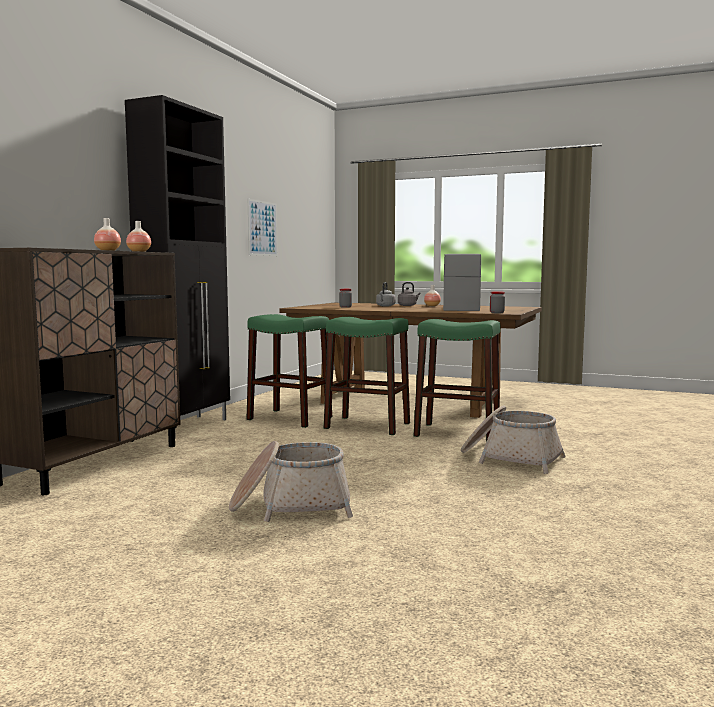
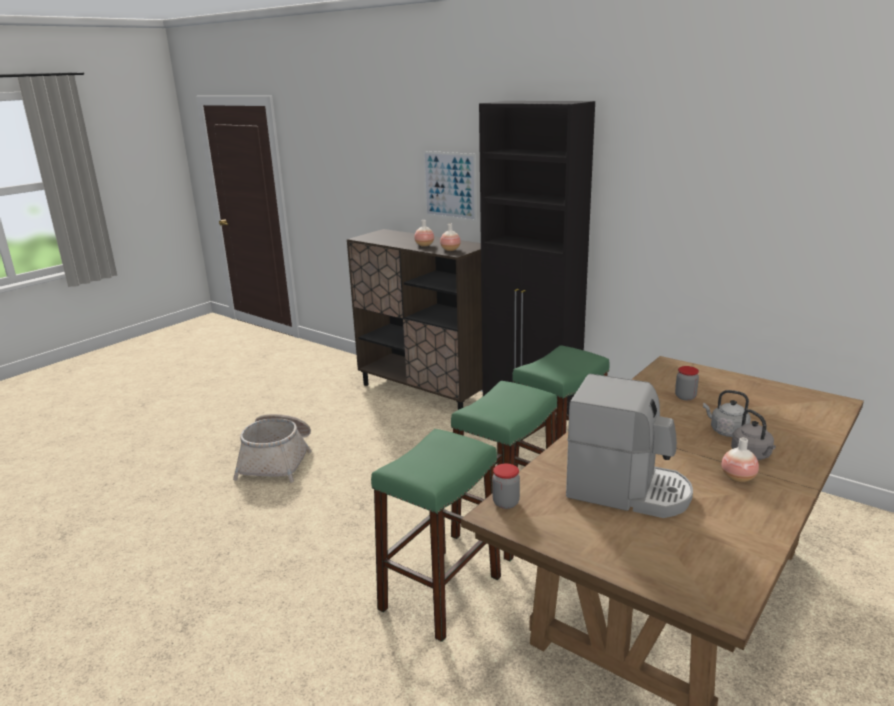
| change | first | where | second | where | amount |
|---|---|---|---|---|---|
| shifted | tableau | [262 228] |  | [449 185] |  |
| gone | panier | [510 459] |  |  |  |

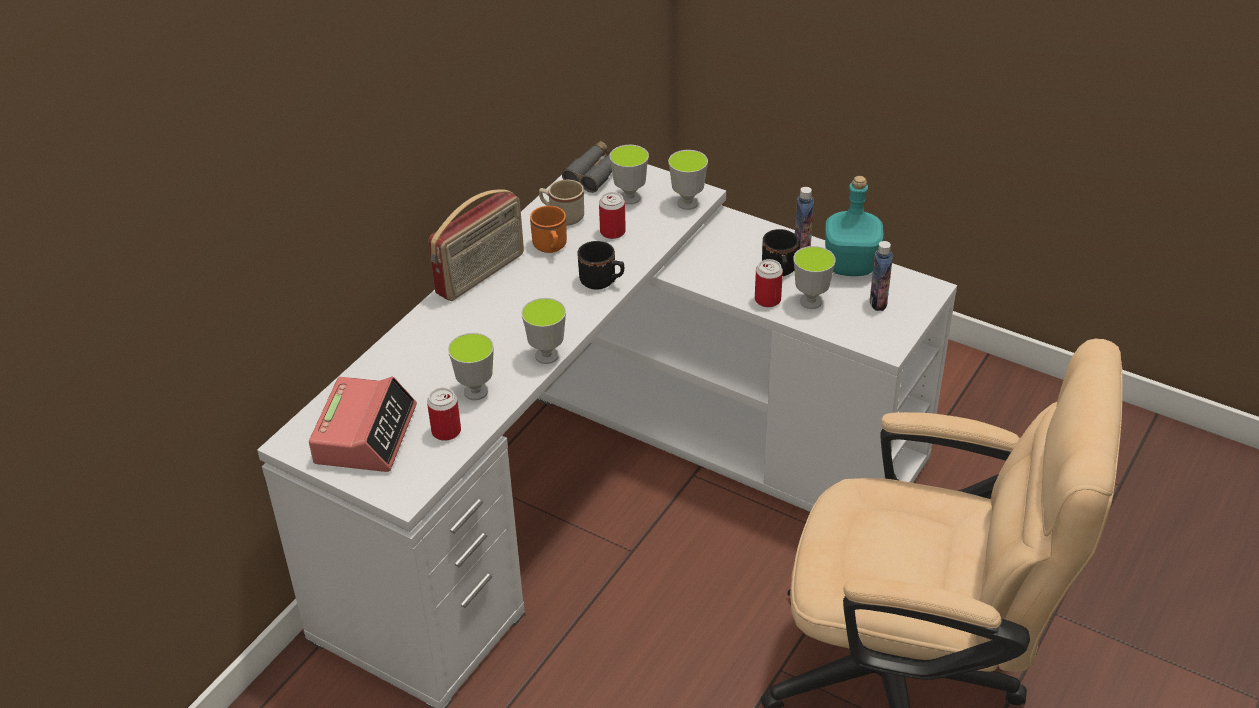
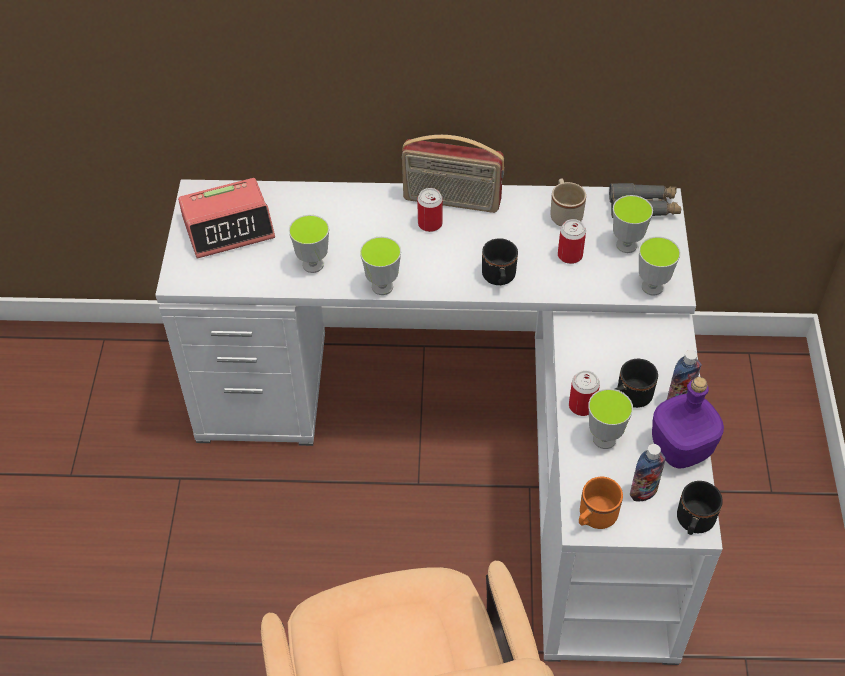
| change | first | where | second | where | amount |
|---|---|---|---|---|---|
| shifted | boîte métallique | [446 431] |  | [430 224] |  |
| shifted | mug [orange] | [551 247] |  | [594 518] |  |
| repainted | bouteille [turquoise] | [851 267] | bouteille [violet] | [679 450] |  |
| new |  |  | mug [noir] | [693 523] |  |

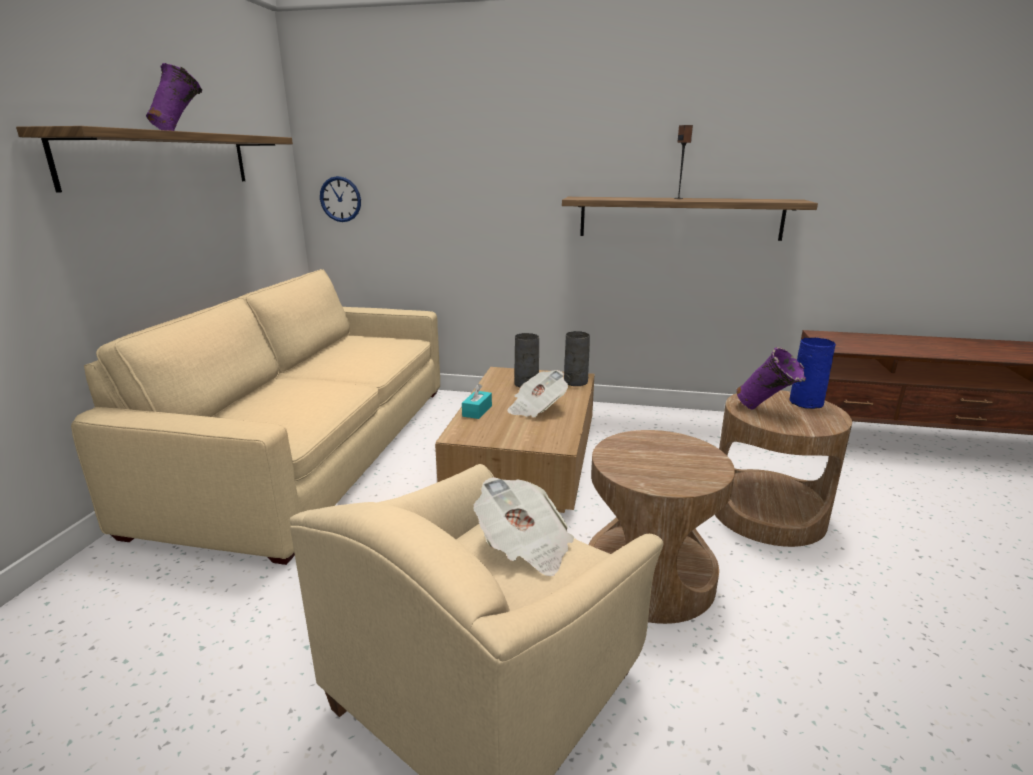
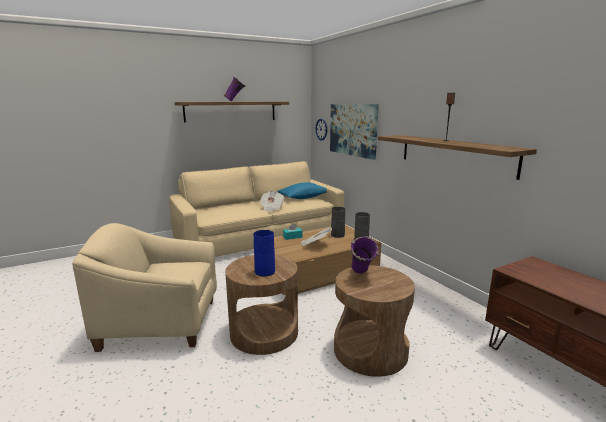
| change | first | where | second | where | amount |
|---|---|---|---|---|---|
| shifted | vase [bleu] | [807 402] |  | [265 272] |  |
| shifted | journal | [524 546] |  | [271 208] |  |
| new |  |  | coussin [bleu] | [303 198] |  |
| new |  |  | tableau | [353 130] |  |

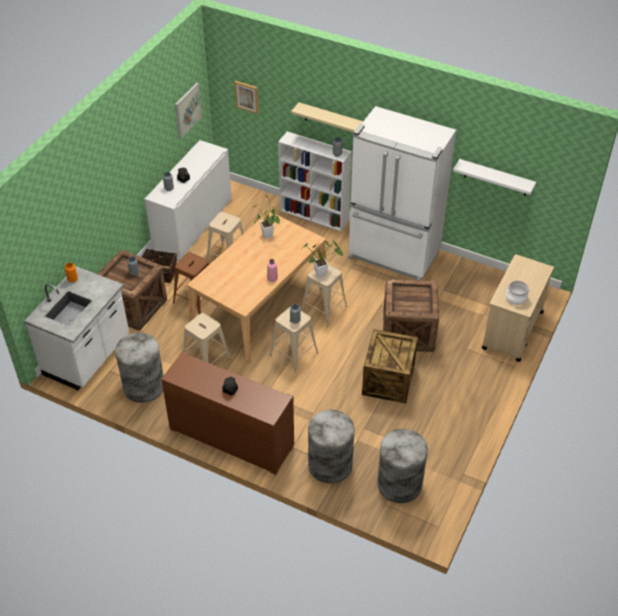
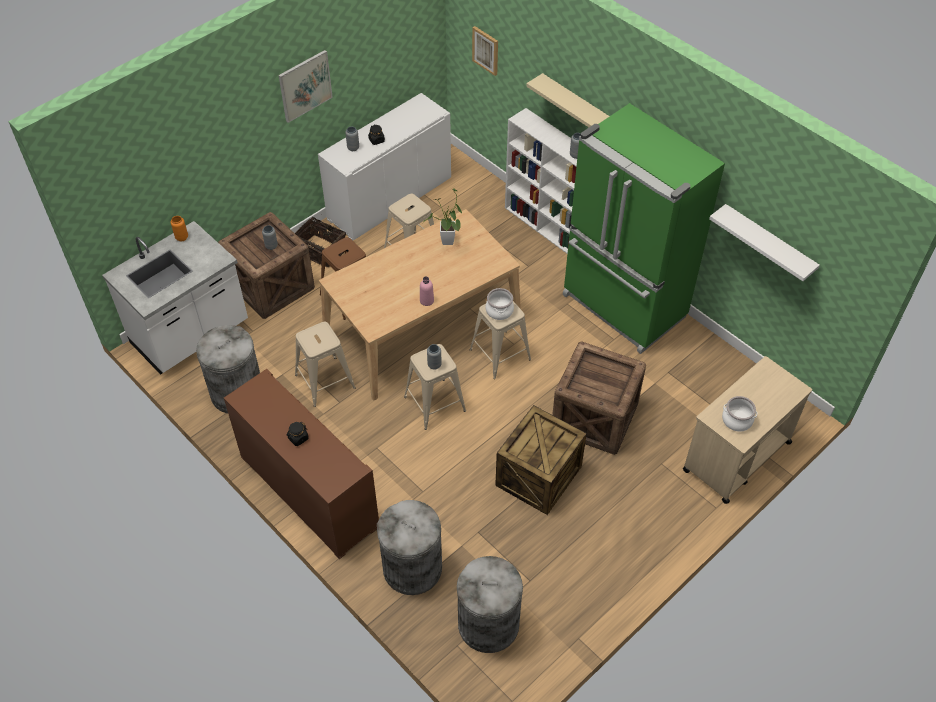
| change | first | where | second | where | amount |
|---|---|---|---|---|---|
| shifted | tableau | [187 110] |  | [305 85] |  |
| swapped | plante en pot | [323 273] | marmite | [499 311] |  |
| repainted | réfrigérateur [blanc] | [393 256] | réfrigérateur [vert] | [622 307] |  |

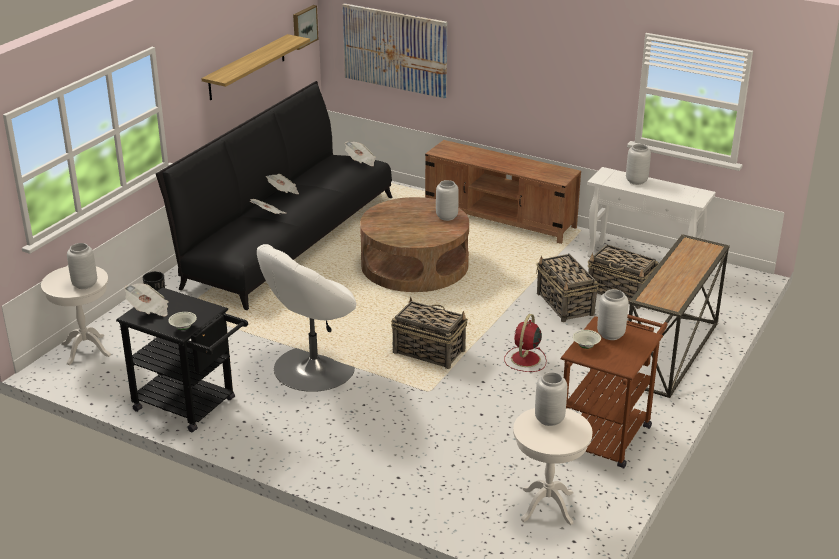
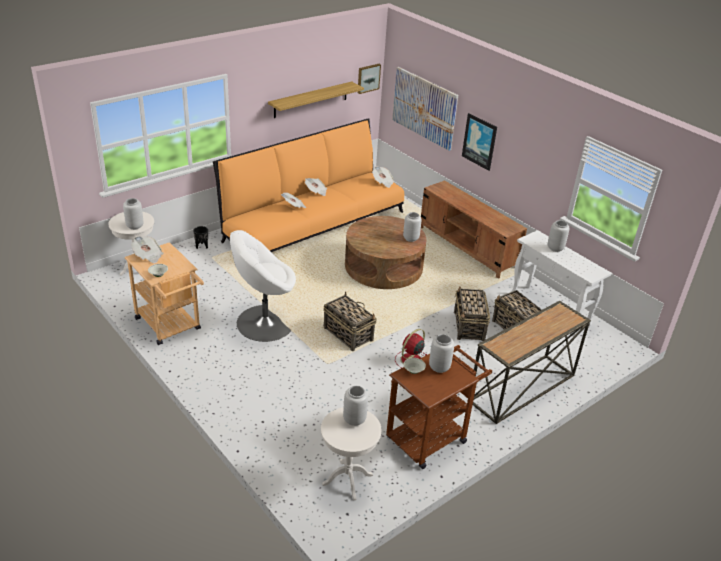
| change | first | where | second | where | amount |
|---|---|---|---|---|---|
| repainted | chariot [noir] | [191 406] | chariot [beige] | [171 327] |  |
| repainted | canapé [noir] | [287 238] | canapé [orange] | [313 224] |  |
| new |  |  | tableau | [479 141] |  |

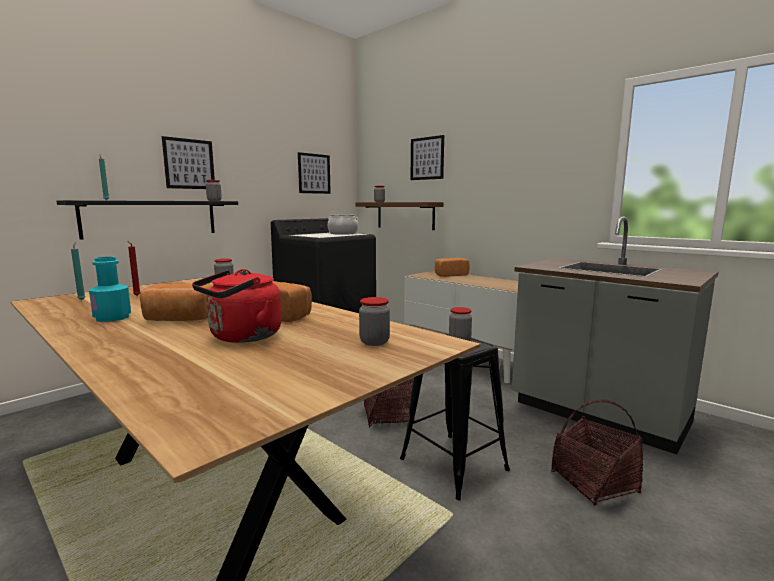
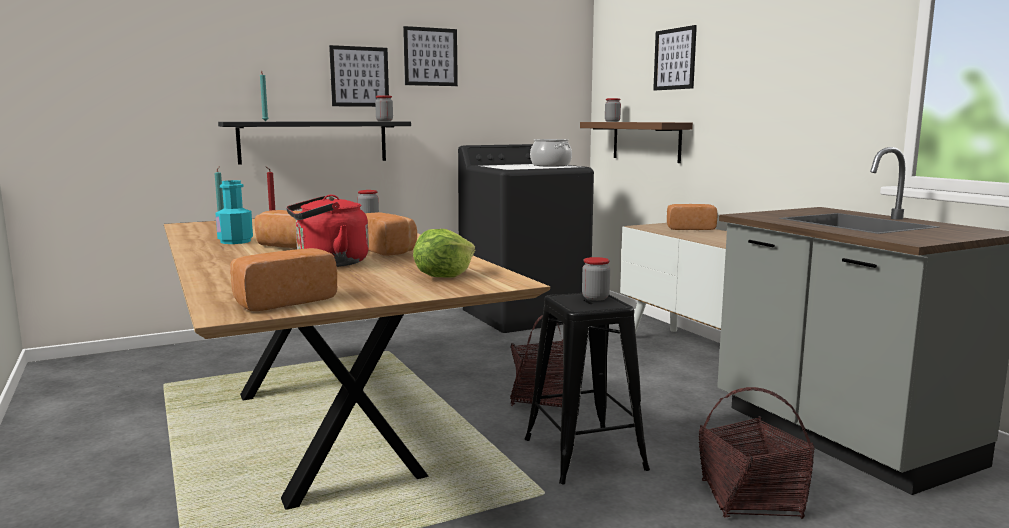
| change | first | where | second | where | amount |
|---|---|---|---|---|---|
| new |  |  | pain | [282 301] |  |
| shifted | tableau | [314 173] |  | [430 57] |  |
| swapped | bocal | [374 342] | laitue | [443 276] |  |

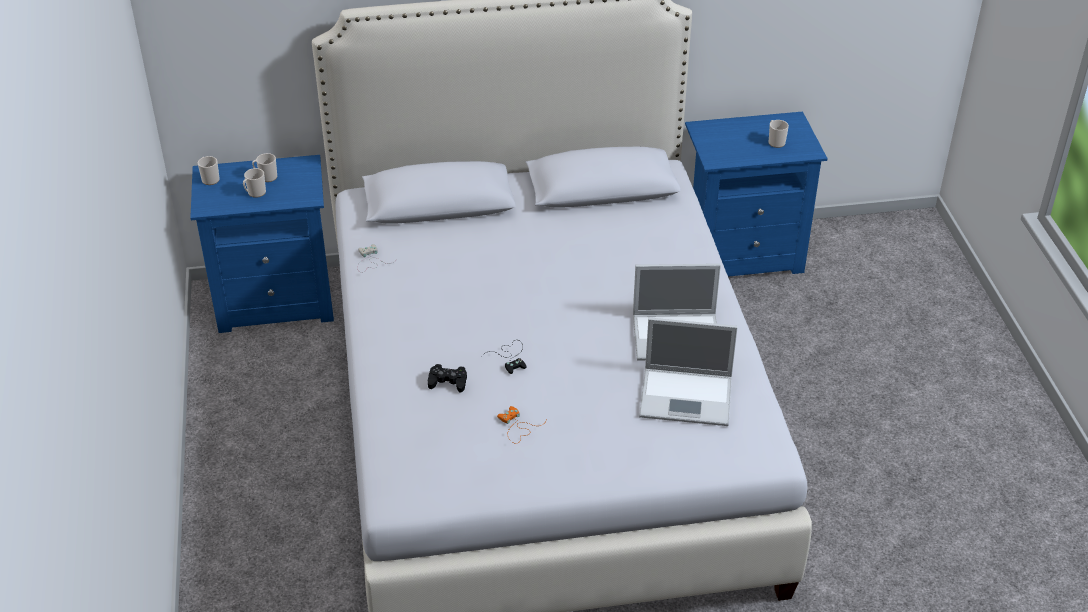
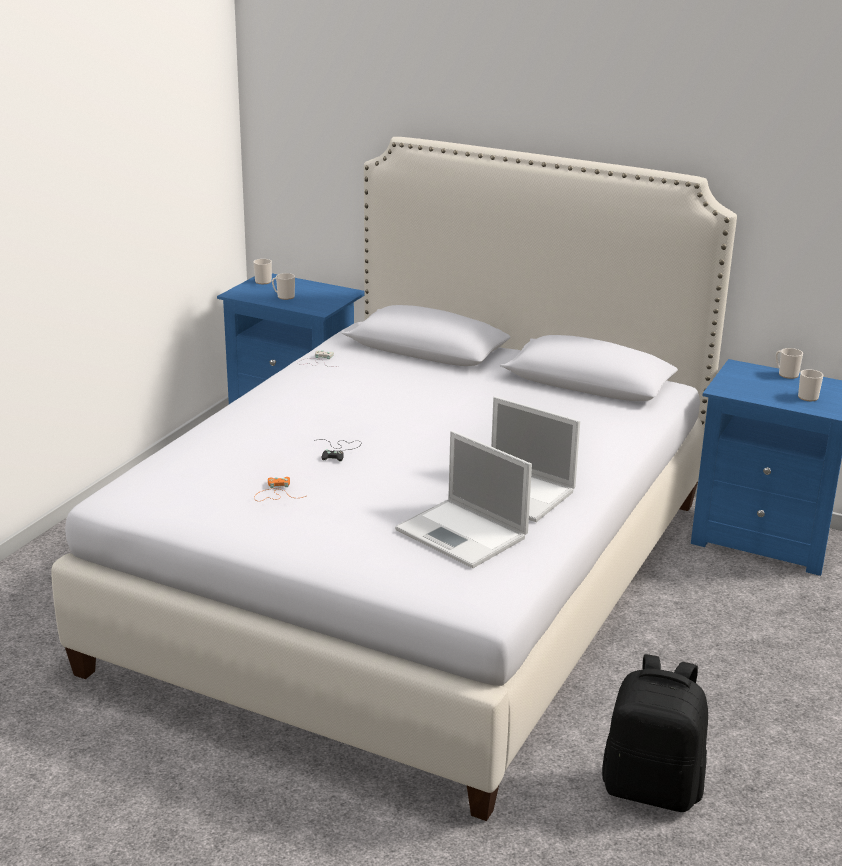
| change | first | where | second | where | amount |
|---|---|---|---|---|---|
| new |  |  | sac à dos [noir] | [652 788] |  |
| shifted | mug | [266 177] |  | [786 374] |  |
| gone | manette [noir] | [448 382] |  |  |  |

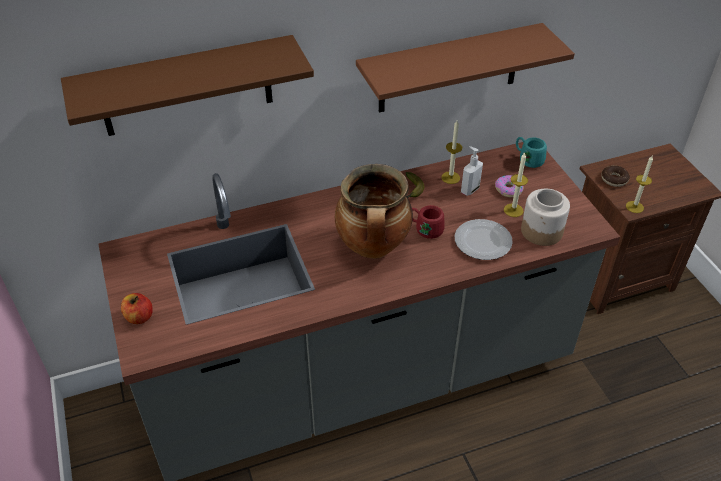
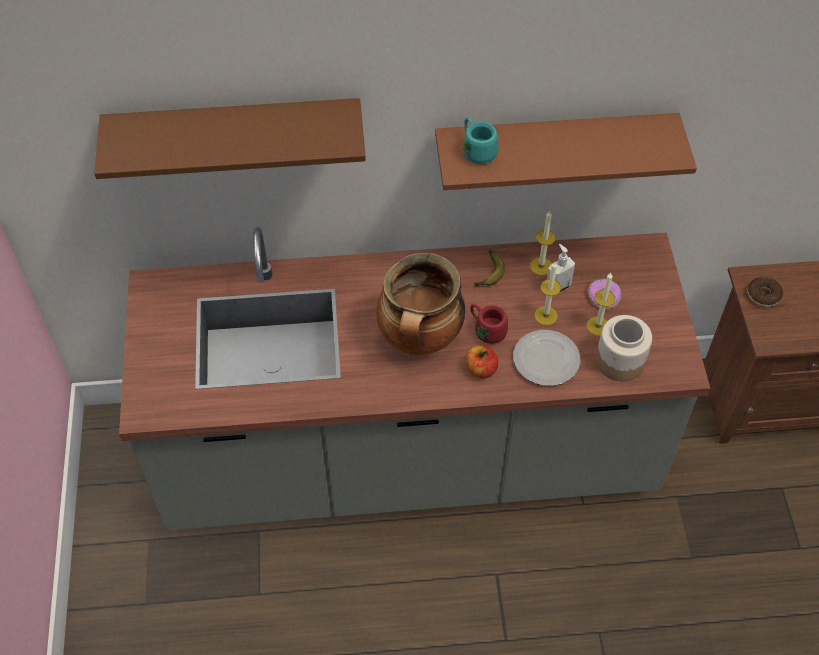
| change | first | where | second | where | amount |
|---|---|---|---|---|---|
| shifted | mug [turquoise] | [528 159] |  | [476 150] |  |
| shifted | pomme | [139 317] |  | [481 369] |  |
| shifted | bougie | [634 207] |  | [545 315] |  |

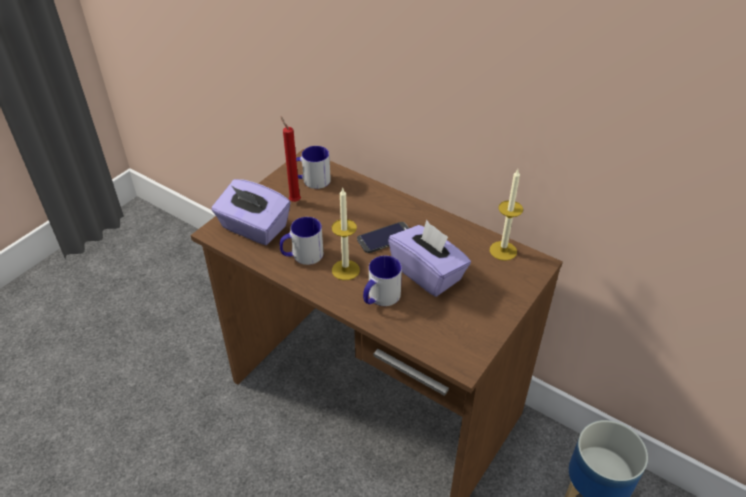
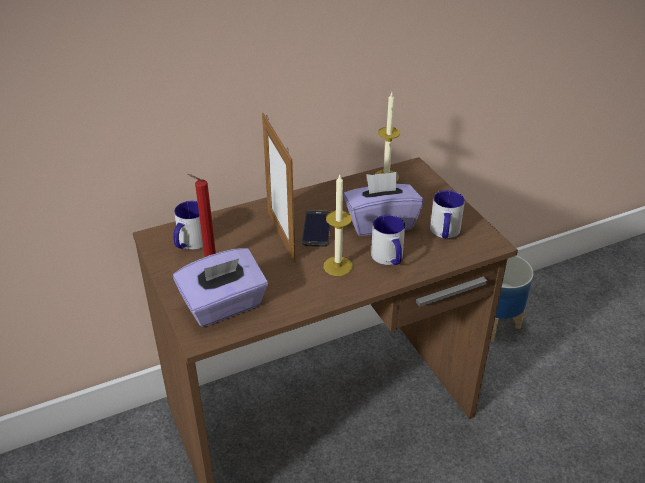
| change | first | where | second | where | amount |
|---|---|---|---|---|---|
| new |  |  | cadre photo | [281 236] |  |
| shifted | mug | [302 255] |  | [444 233] |  |

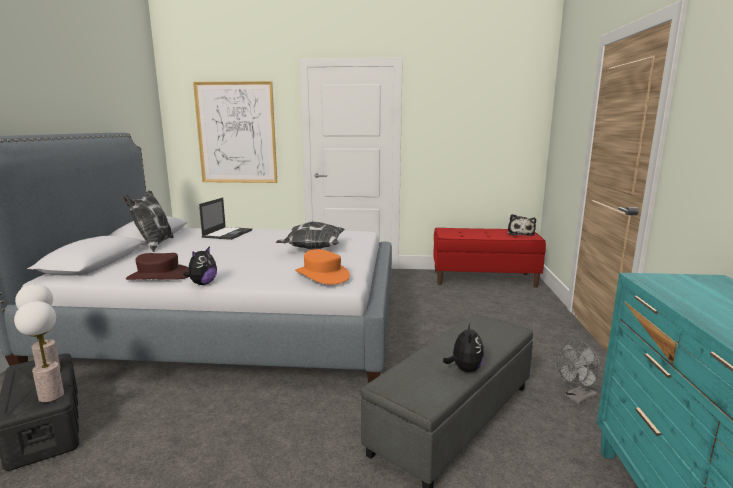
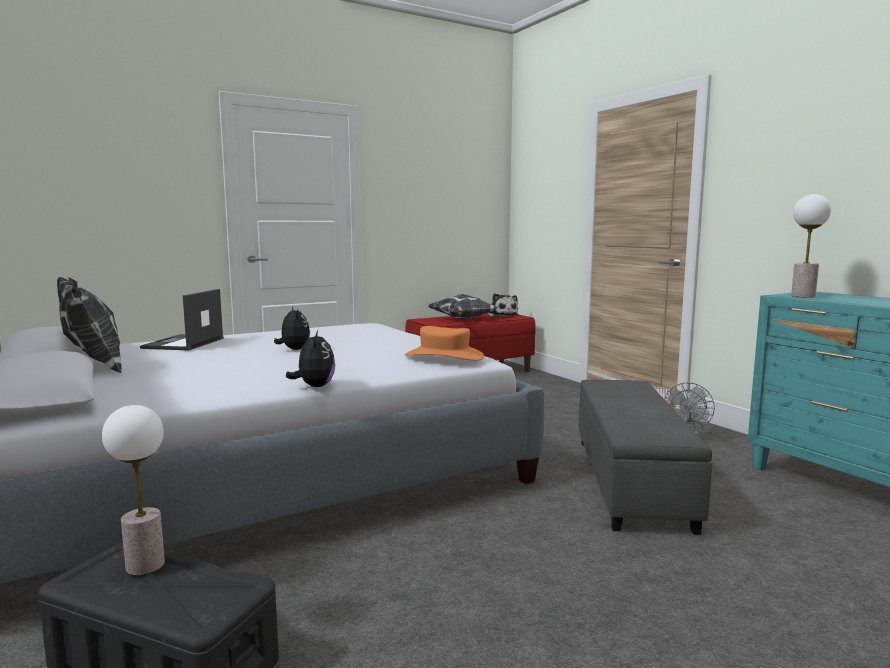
| change | first | where | second | where | amount |
|---|---|---|---|---|---|
| rotated | ordinateur portable | [227 233] |  | [183 343] | 150 degrees counterclockwise |
| shifted | peluche | [464 369] |  | [294 349] |  |
| shifted | coussin | [312 249] |  | [462 320] |  |
| shifted | lampe de table | [51 396] |  | [803 296] |  |
| gone | chapeau [marron] | [159 276] |  |  |  |
| gone | tableau | [236 133] |  |  |  |

